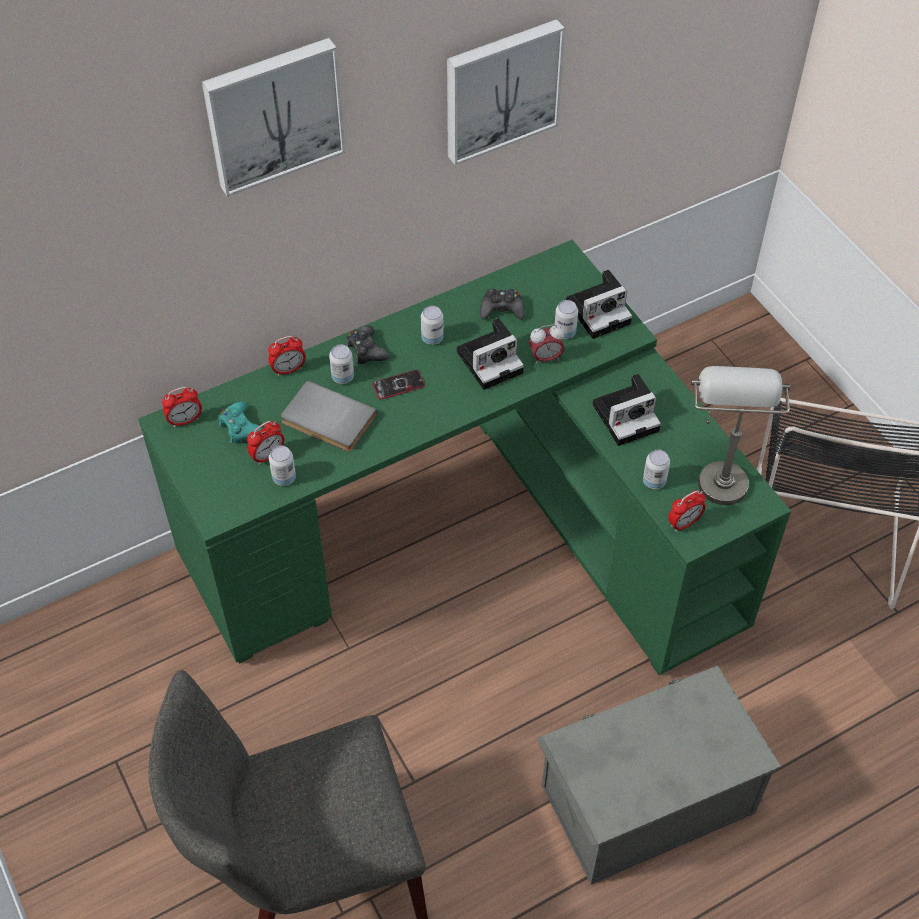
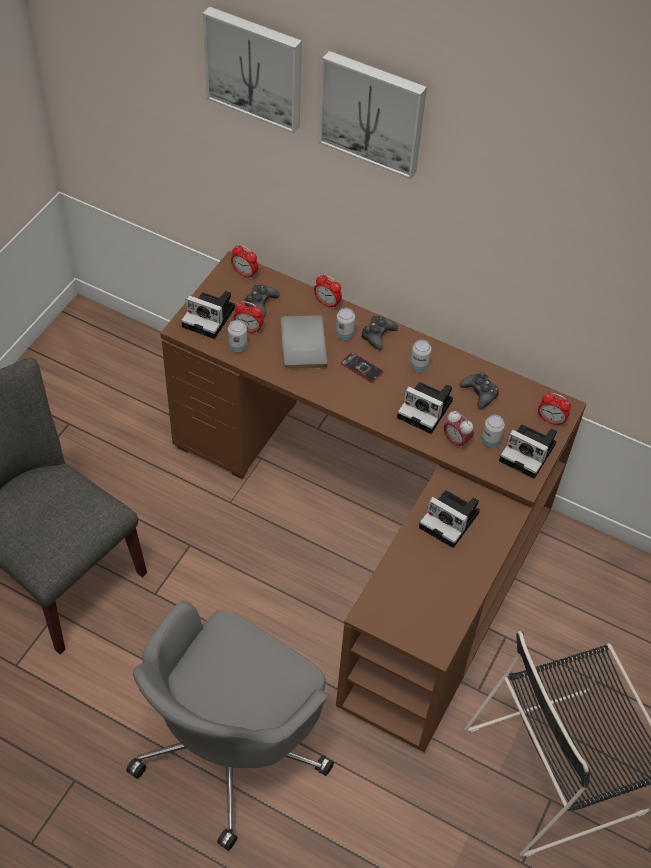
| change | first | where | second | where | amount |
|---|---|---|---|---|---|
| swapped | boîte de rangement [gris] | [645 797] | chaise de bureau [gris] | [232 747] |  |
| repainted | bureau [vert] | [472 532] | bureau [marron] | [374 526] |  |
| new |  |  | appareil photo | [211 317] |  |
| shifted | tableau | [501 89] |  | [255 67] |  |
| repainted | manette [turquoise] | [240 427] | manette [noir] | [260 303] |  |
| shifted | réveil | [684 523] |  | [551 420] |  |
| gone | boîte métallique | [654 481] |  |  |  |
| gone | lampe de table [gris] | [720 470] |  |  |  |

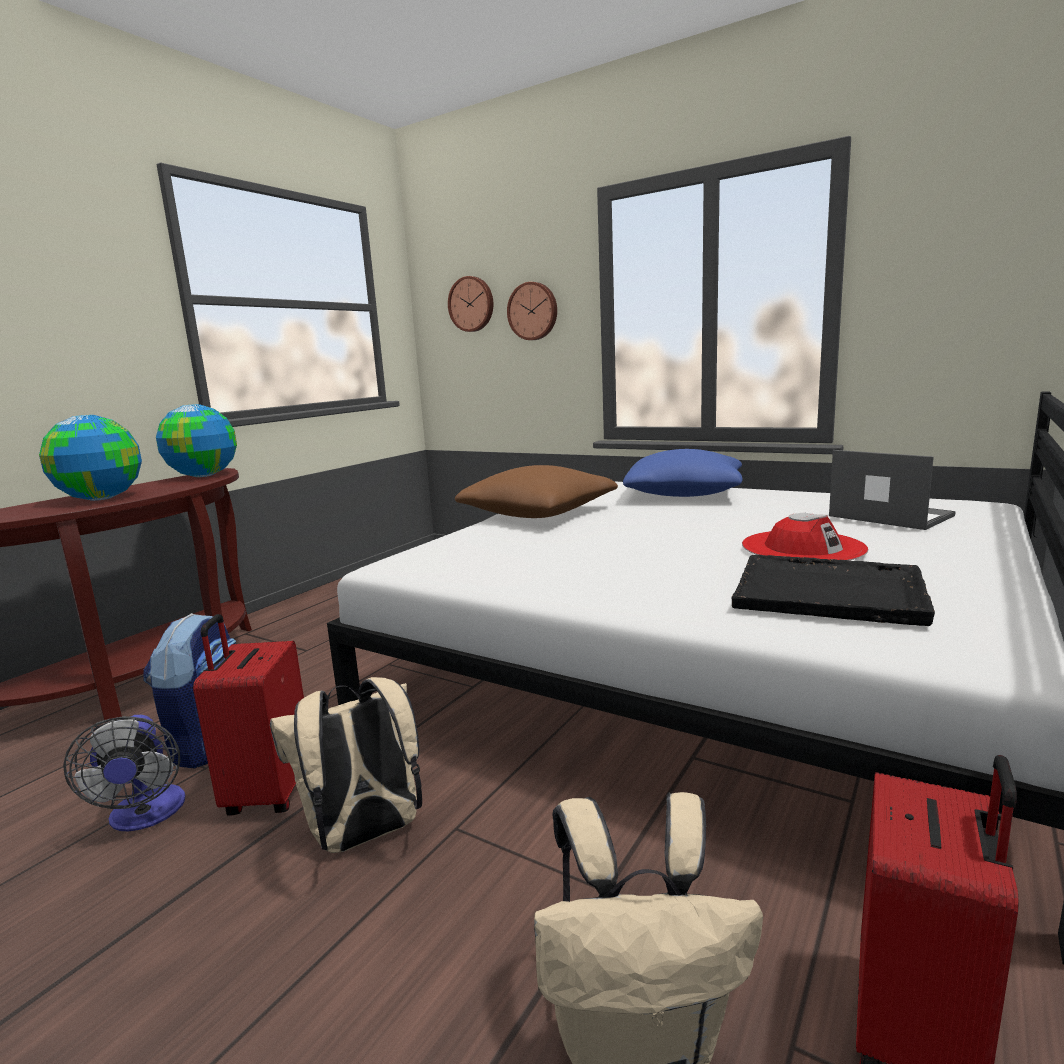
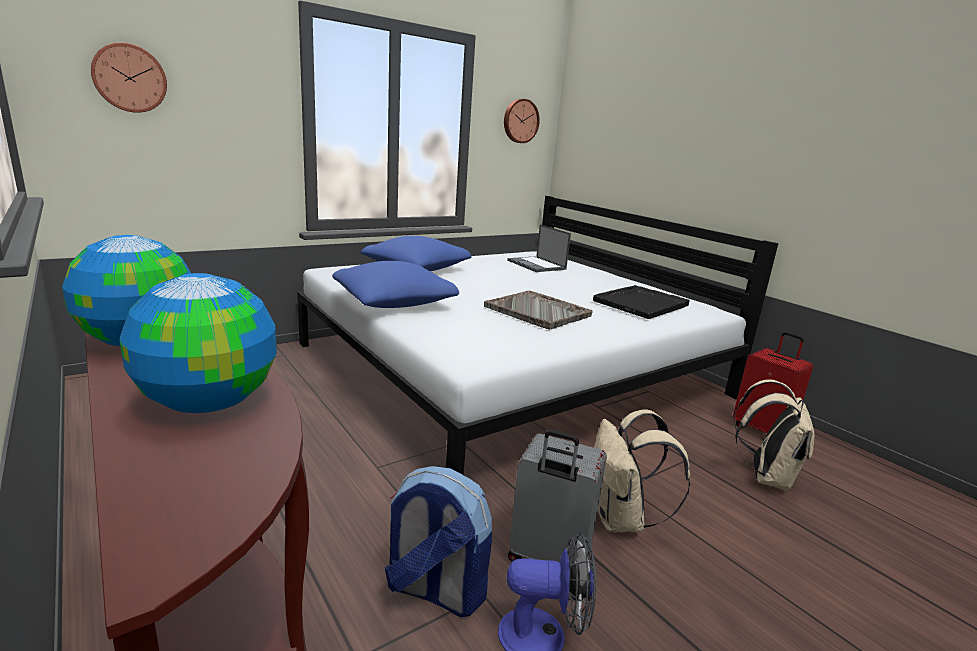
| change | first | where | second | where | amount |
|---|---|---|---|---|---|
| repainted | coussin [marron] | [538 514] | coussin [bleu] | [394 302] |  |
| new |  |  | plateau [gris] | [538 312] |  |
| shifted | horloge murale | [533 311] |  | [520 121] |  |
| rotated | ordinateur portable | [888 516] |  | [537 265] | 105 degrees counterclockwise |
| repainted | valise [rouge] | [268 792] | valise [gris] | [547 558] |  |
| gone | chapeau [rouge] | [802 547] |  |  |  |

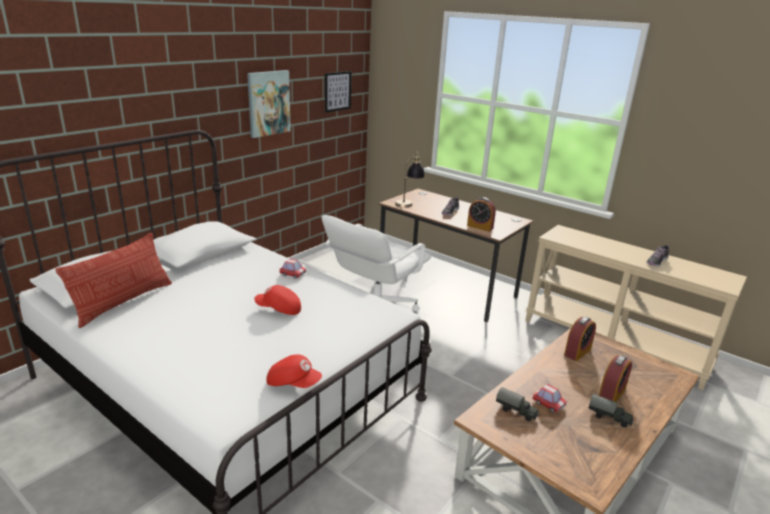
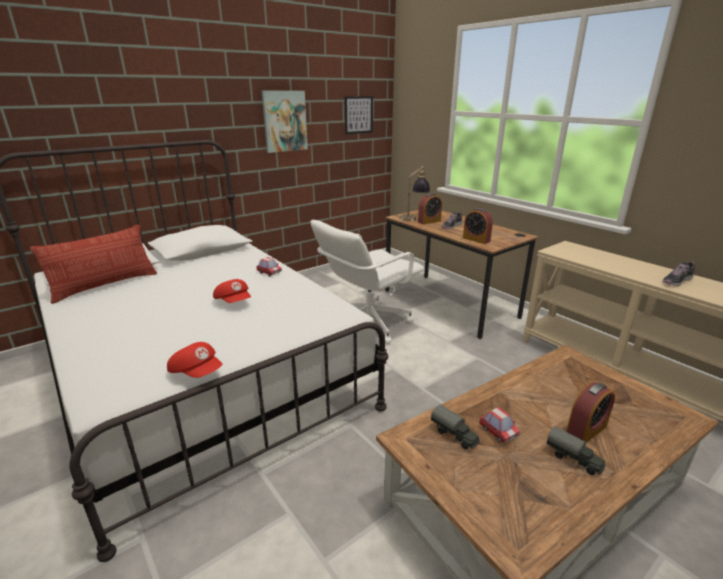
| change | first | where | second | where | amount |
|---|---|---|---|---|---|
| rotated | casquette [rouge] | [279 310] |  | [234 302] | 150 degrees counterclockwise |
| shifted | réveil | [577 352] |  | [429 221] |  |

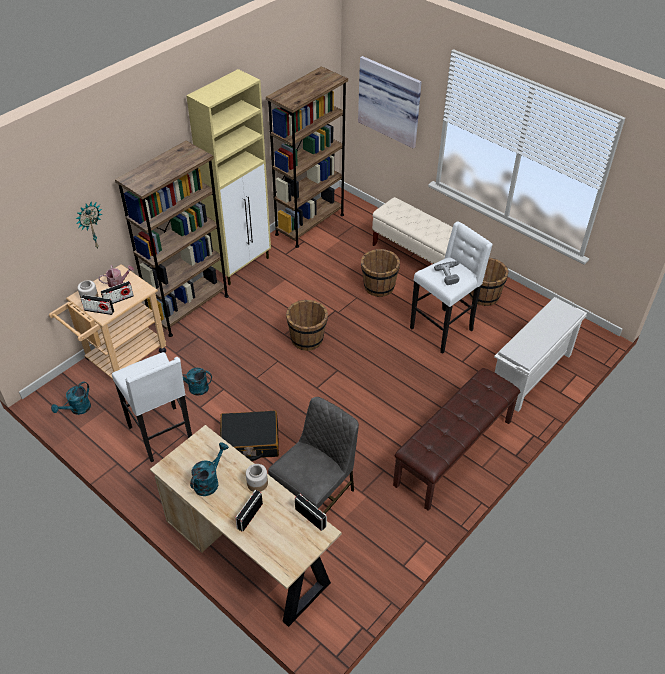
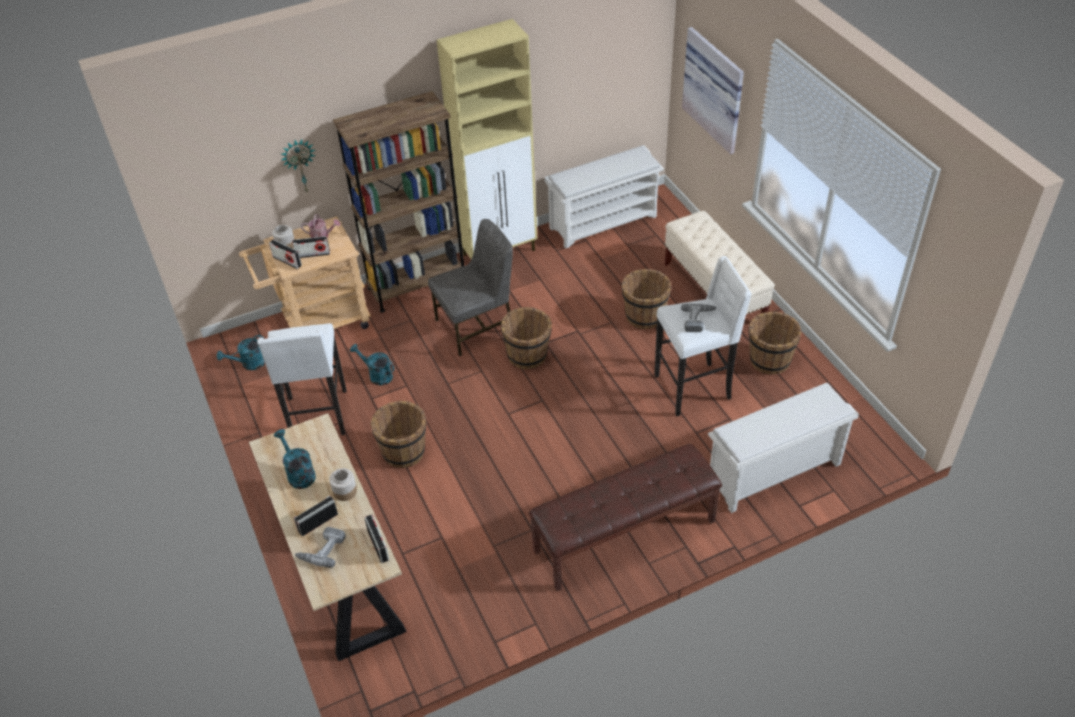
| change | first | where | second | where | amount |
|---|---|---|---|---|---|
| rotated | arrosoir [turquoise] | [209 481] |  | [298 473] | 90 degrees counterclockwise |
| new |  |  | perceuse | [322 549] |  |
| swapped | valise [noir] | [250 441] | seau [marron] | [404 451] |  |
| shifted | chaise [gris] | [316 495] |  | [477 326] |  |
| swapped | bibliothèque [marron] | [310 224] | étagère à chaussures [blanc] | [603 221] |  |

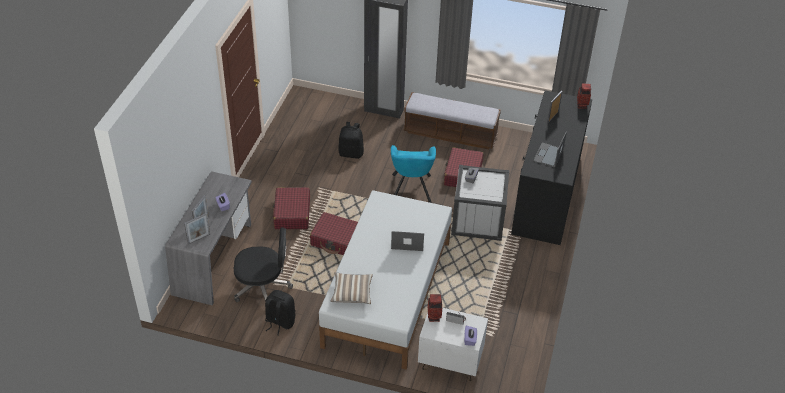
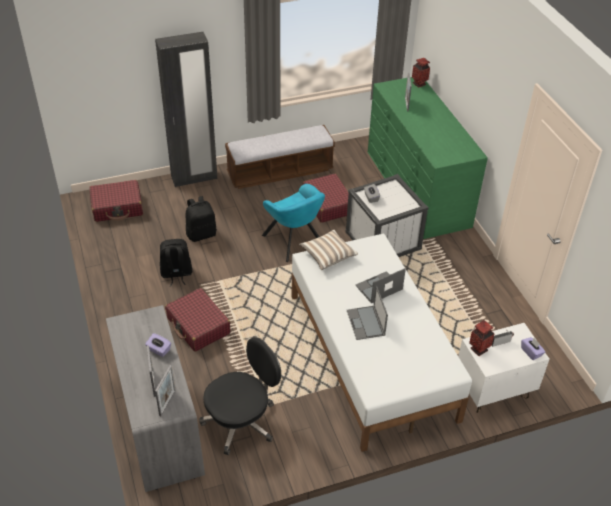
| change | first | where | second | where | amount |
|---|---|---|---|---|---|
| shifted | valise [rouge] | [337 240] |  | [117 207] |  |
| shifted | sac à dos [noir] | [279 322] |  | [176 274] |  |
| shifted | coussin | [352 293] |  | [327 255] |  |
| shifted | ordinateur portable | [548 155] |  | [366 323] |  |
| repainted | commode [noir] | [546 194] | commode [vert] | [417 188] |  |

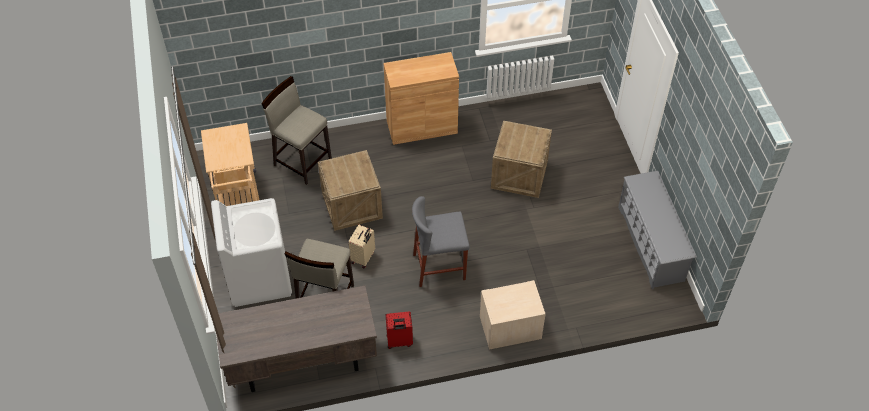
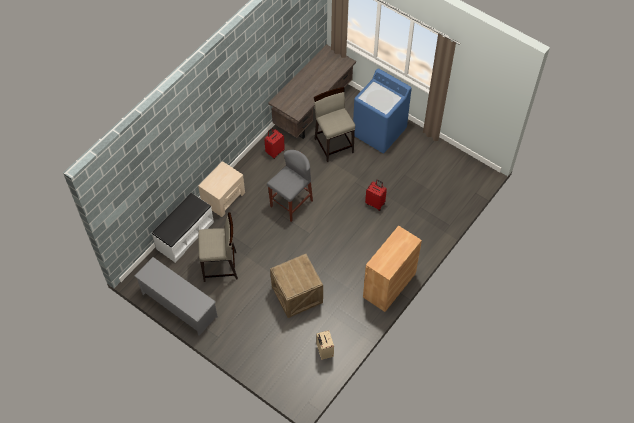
| change | first | where | second | where | amount |
|---|---|---|---|---|---|
| new |  |  | banc [blanc] | [184 235] |  |
| shifted | tabouret [beige] | [302 161] |  | [220 267] |  |
| shifted | valise [beige] | [363 258] |  | [324 351] |  |
| repainted | lave-linge [blanc] | [258 278] | lave-linge [bleu] | [379 132] |  |
| swapped | caisse | [351 206] | valise [rouge] | [375 203] |  |
| gone | chariot [beige] | [238 196] |  |  |  |

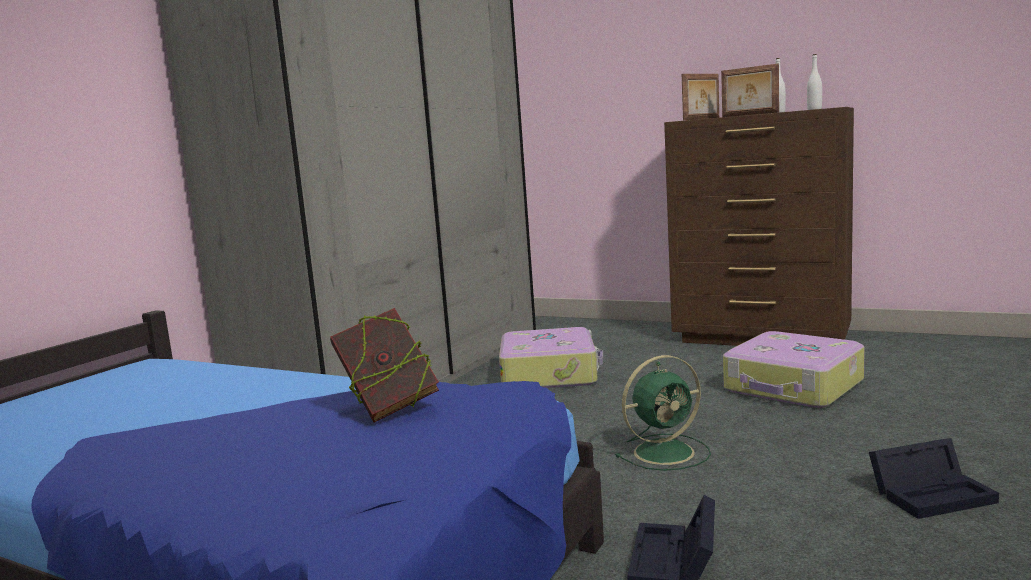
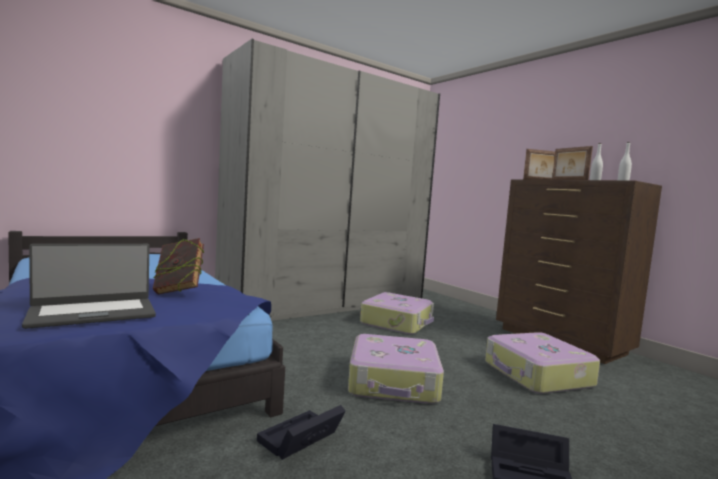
| change | first | where | second | where | amount |
|---|---|---|---|---|---|
| new |  |  | ordinateur portable | [93 313] |  |
| swapped | ventilateur [vert] | [666 452] | valise | [394 382] |  |

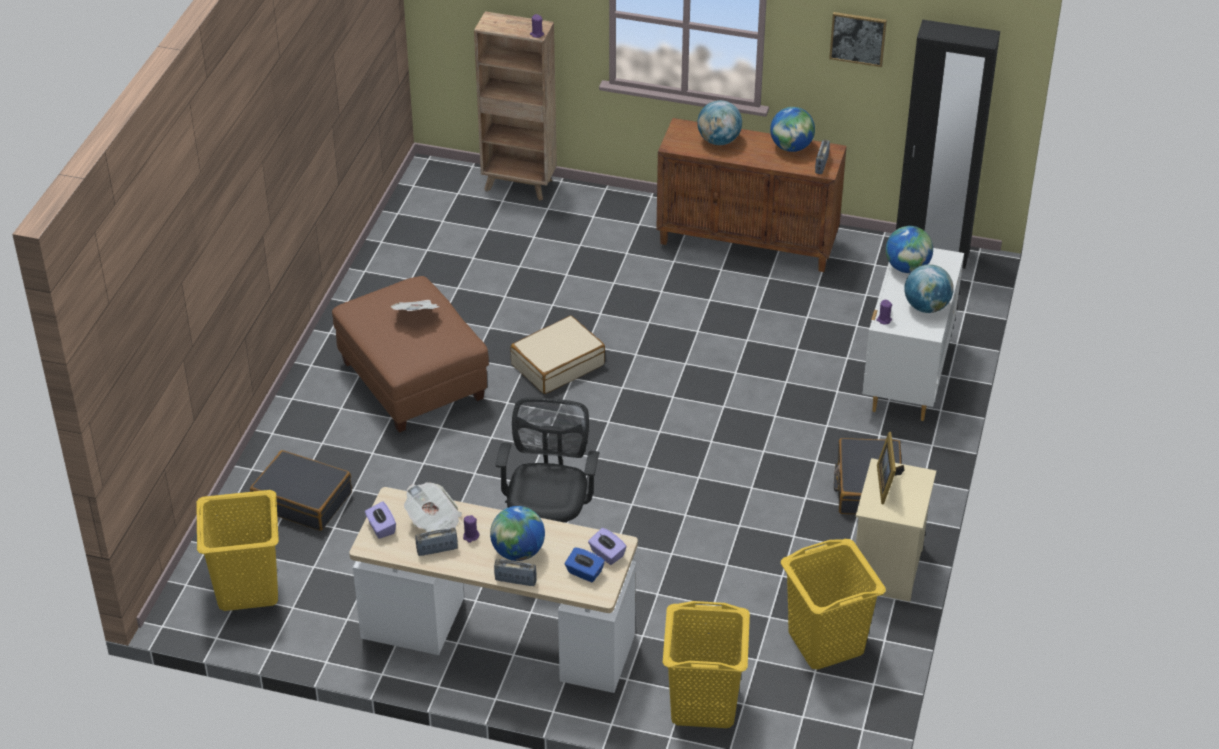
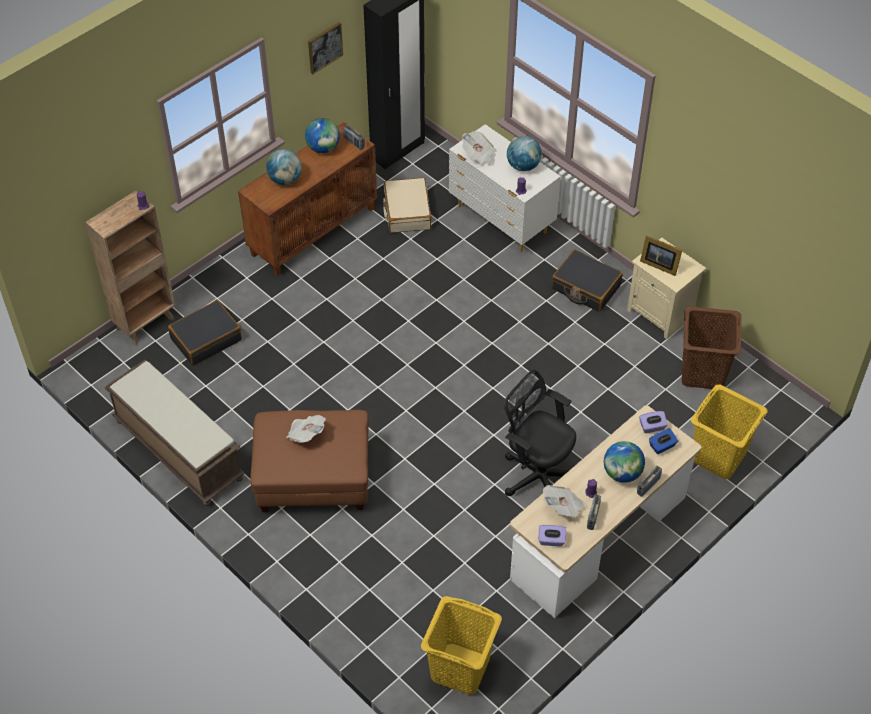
| change | first | where | second | where | amount |
|---|---|---|---|---|---|
| new |  |  | banc [marron] | [177 449] |  |
| shifted | valise [noir] | [303 500] |  | [206 339] |  |
| shifted | valise [beige] | [557 364] |  | [407 212] |  |
| swapped | globe | [907 268] | journal | [479 156] |  |
| repainted | panier à linge [jaune] | [825 643] | panier à linge [marron] | [703 373] |  |

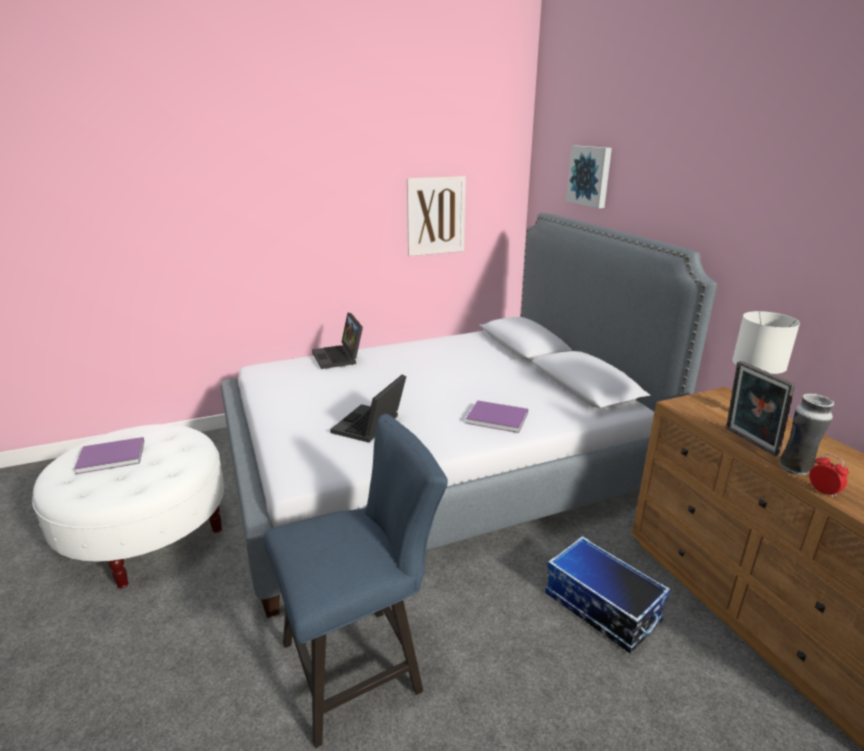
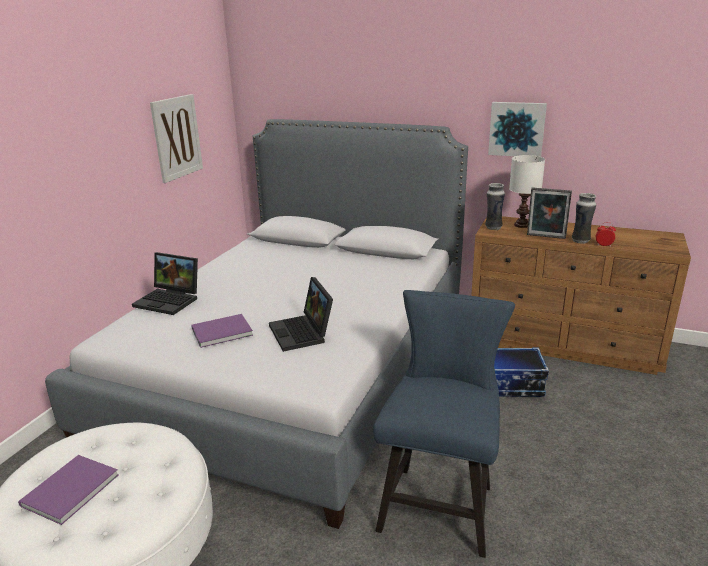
| change | first | where | second | where | amount |
|---|---|---|---|---|---|
| shifted | livre [violet] | [495 417] |  | [220 331] |  |
| new |  |  | vase | [493 228] |  |
| shifted | tableau | [590 176] |  | [517 129] |  |

